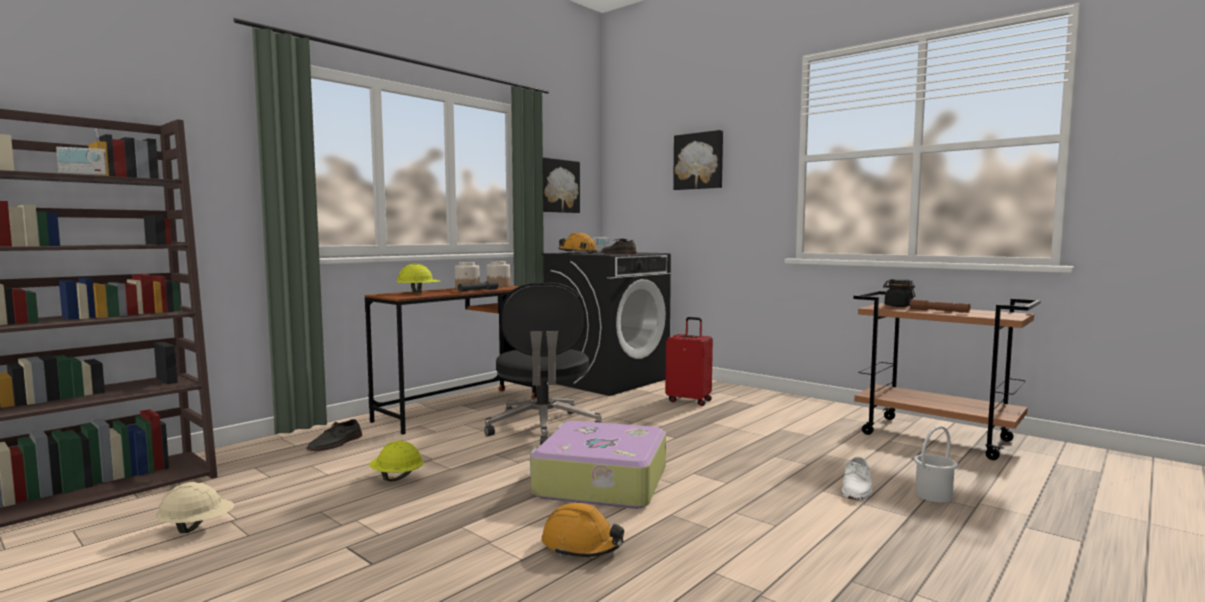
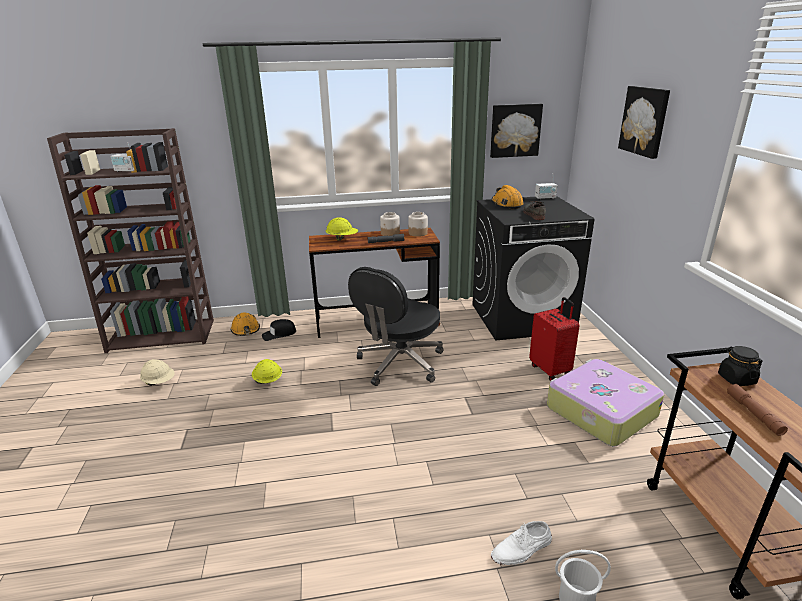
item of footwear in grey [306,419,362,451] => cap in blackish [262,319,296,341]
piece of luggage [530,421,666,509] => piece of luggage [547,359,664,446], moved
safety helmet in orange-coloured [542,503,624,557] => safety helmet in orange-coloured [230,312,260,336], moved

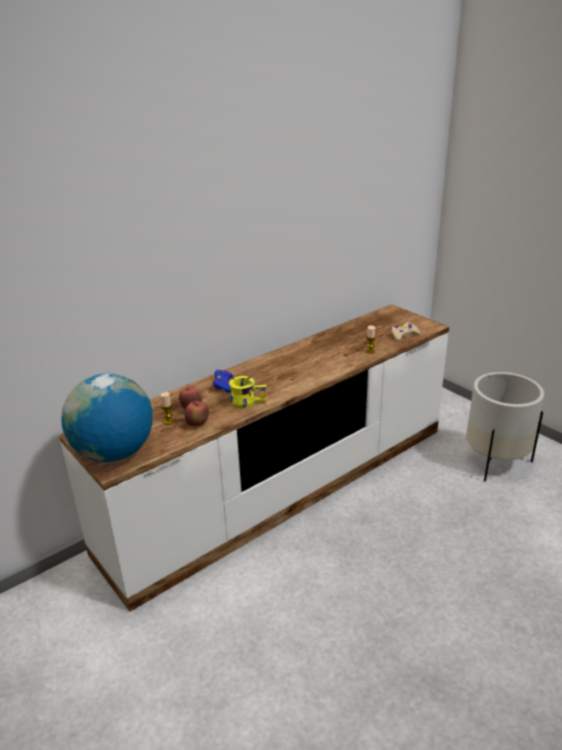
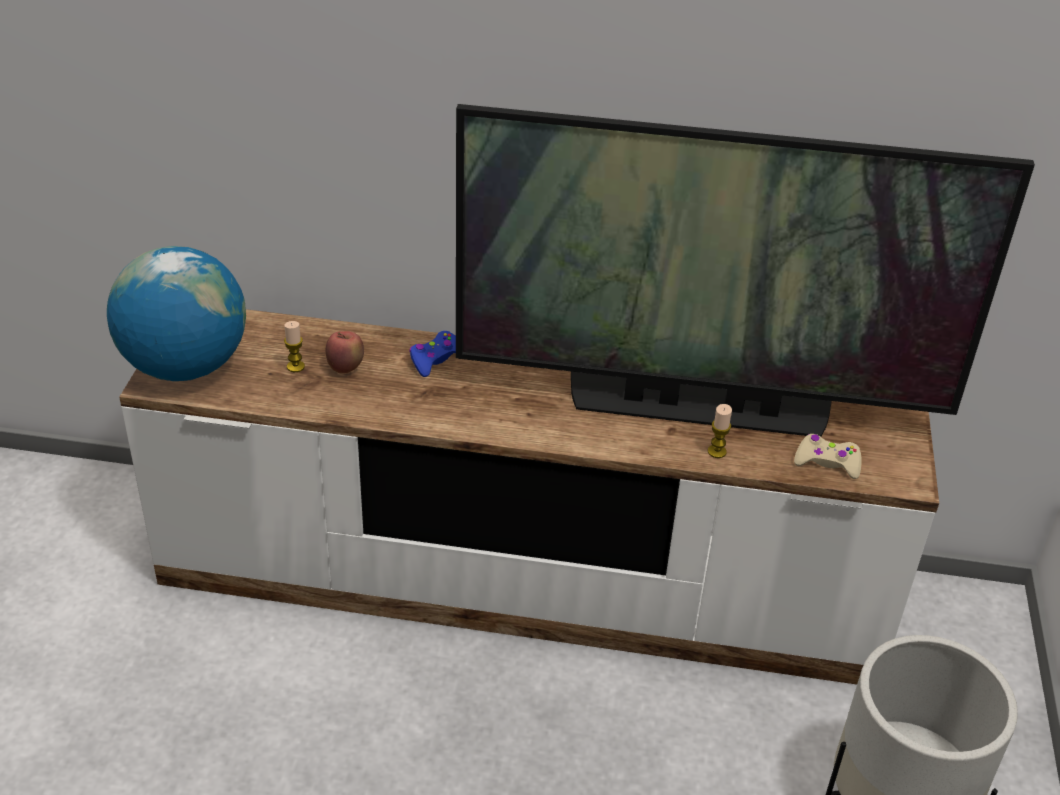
apple fruit [184,401,209,427] => nothing
tea mug in yellow [229,376,266,408] => nothing
nothing => TV set [456,104,1035,437]

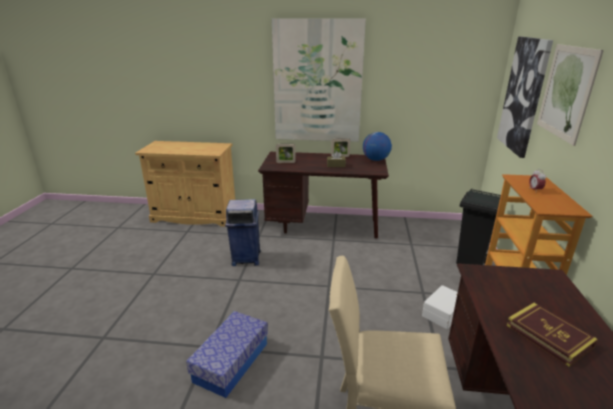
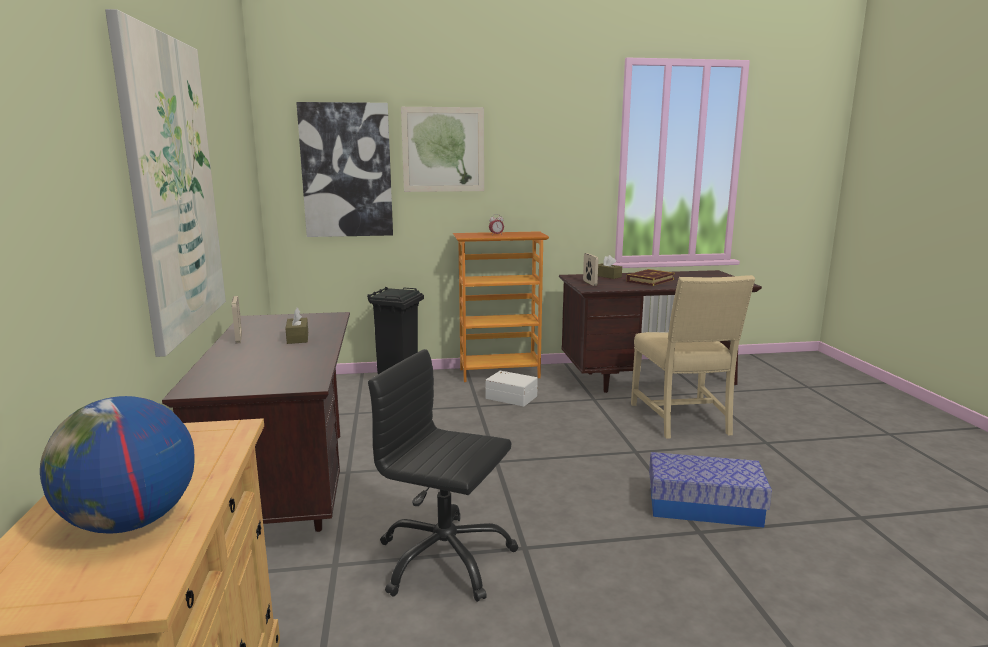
rubbish bin in blue-coloured [225,199,261,266] => office chair in blackish [368,349,518,602]
picture frame [276,144,296,163] => picture frame [583,253,598,286], moved
world globe [363,132,392,161] => world globe [40,396,194,533], moved
nothing => box of tissues in brownish [598,255,622,279]

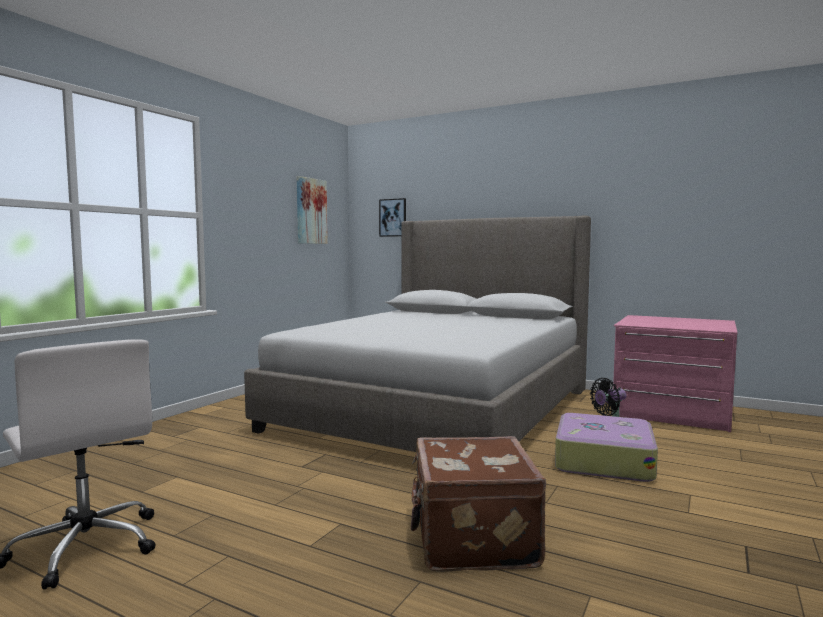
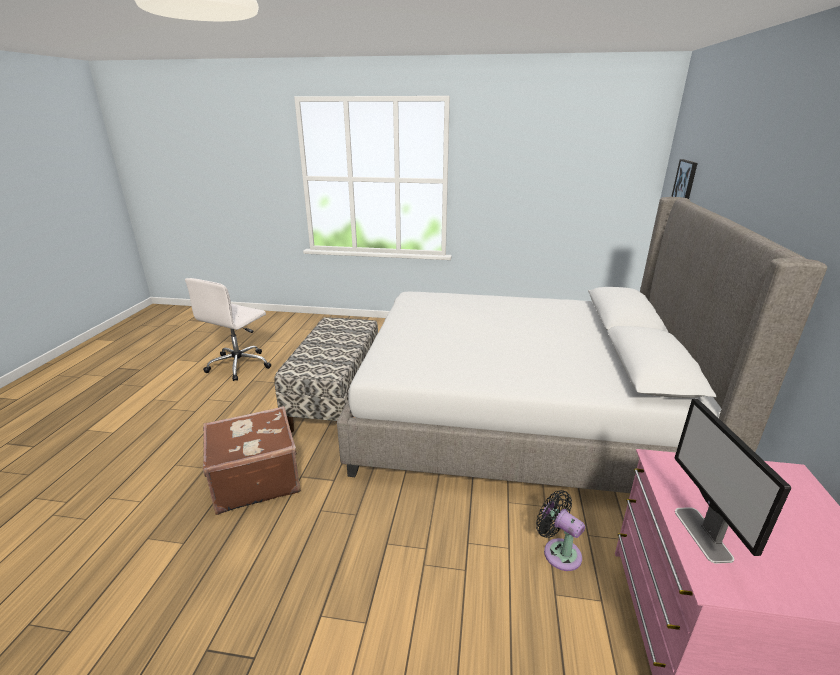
picture [297,176,328,244] => nothing
piece of luggage [555,413,658,482] => nothing
nothing => indoor bench [274,317,378,433]
nothing => monitor [675,399,791,564]

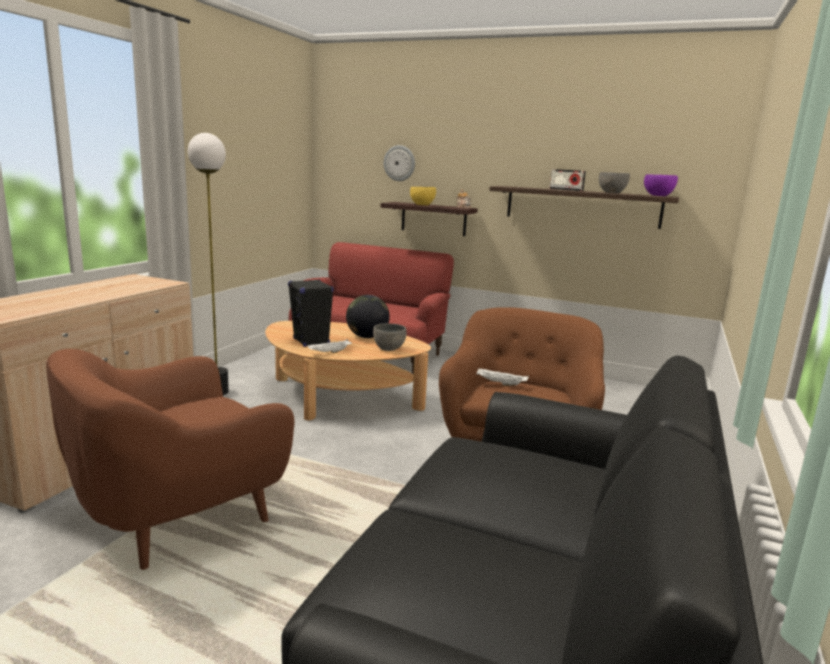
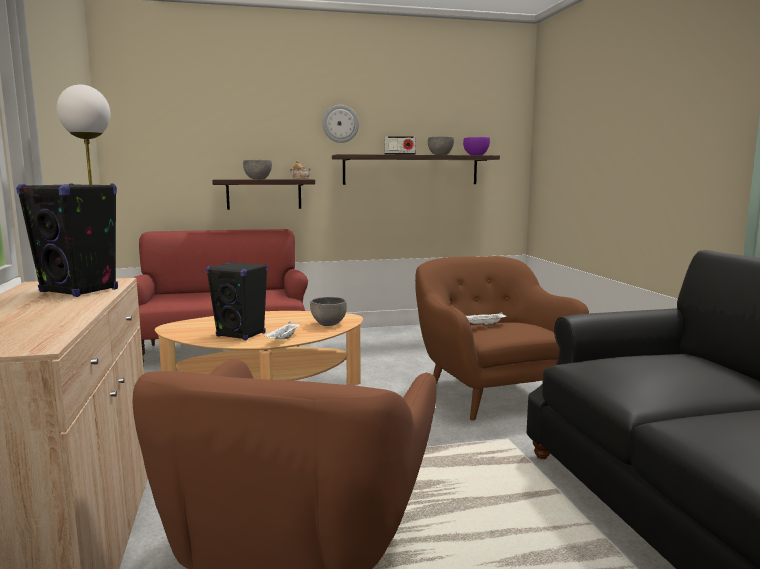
world globe [346,295,390,338] => nothing
wall clock [384,145,415,181] => wall clock [322,105,359,143], moved
deep dish in yellow [410,187,436,205] => deep dish in grey [243,160,272,179]
nothing => audio speaker in blackish [16,183,118,297]

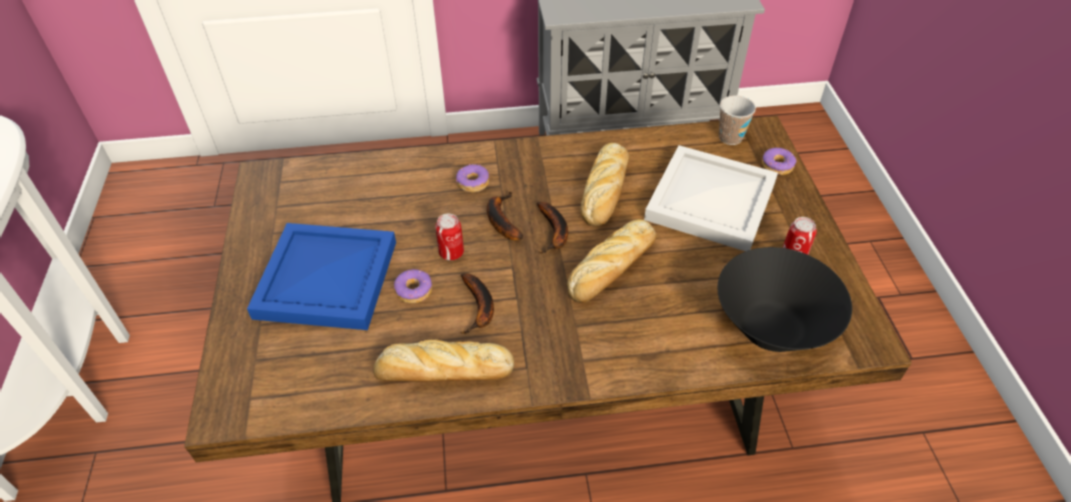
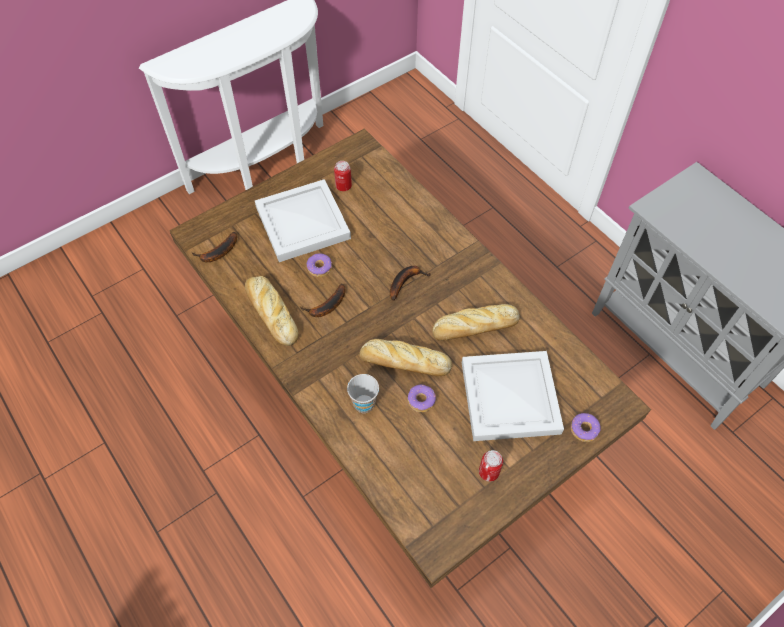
carrying tray in blue-coloured [247,223,396,330] => carrying tray in white [255,179,351,262]
sealed can [435,213,464,260] => sealed can [334,161,352,191], moved
doughnut [456,164,489,193] => doughnut [408,384,436,412], moved
whole banana [537,202,568,254] => whole banana [191,232,237,262], moved
deep dish in blackish [717,247,852,352] => nothing
drinking cup [719,95,756,145] => drinking cup [347,374,379,413], moved

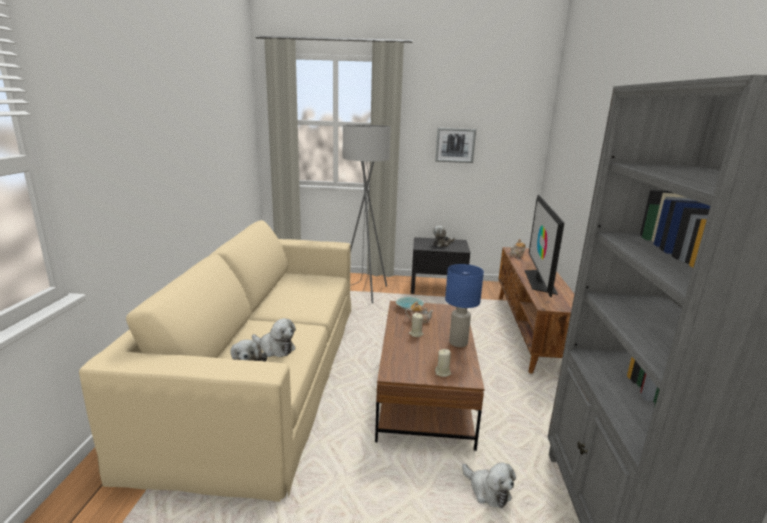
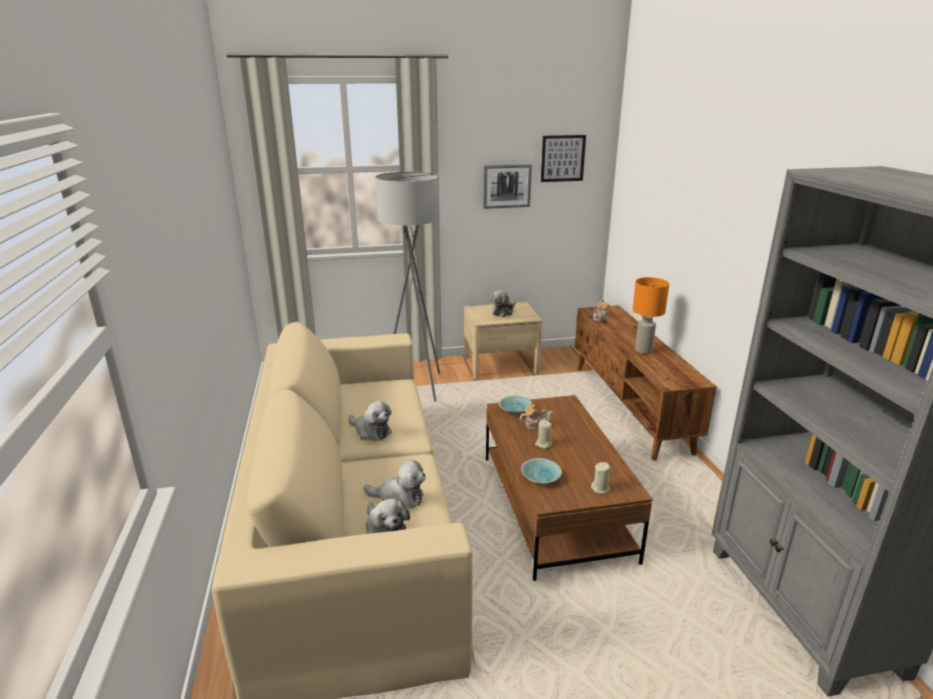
nightstand in blackish [411,237,470,294] => nightstand in beige [464,302,542,379]
lamp for a table in blue-coloured [445,264,484,347] => nothing
soft toy [462,462,516,508] => soft toy [348,401,392,441], moved
TV set [525,195,564,297] => lamp for a table in orange-coloured [632,277,669,354]
nothing => deep dish in turquoise-coloured [521,458,562,484]
nothing => picture [541,135,586,182]

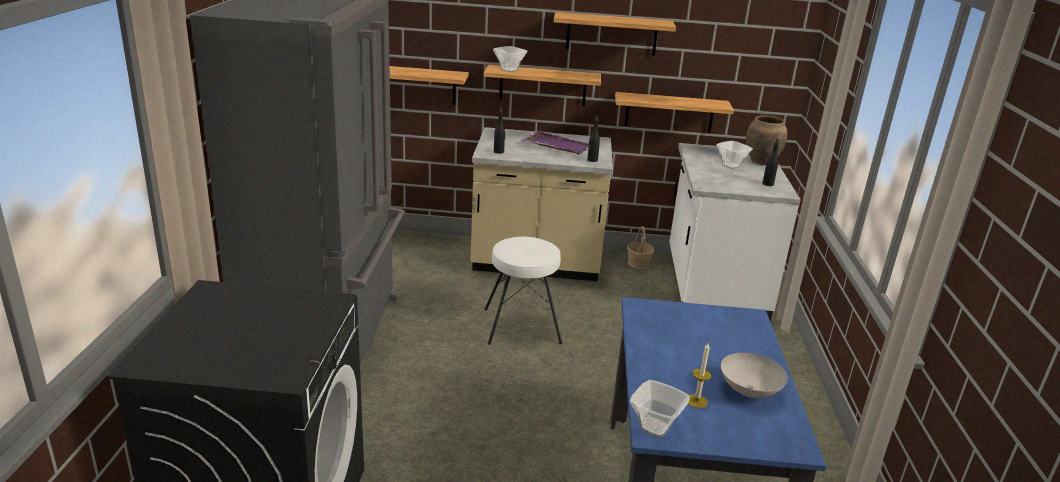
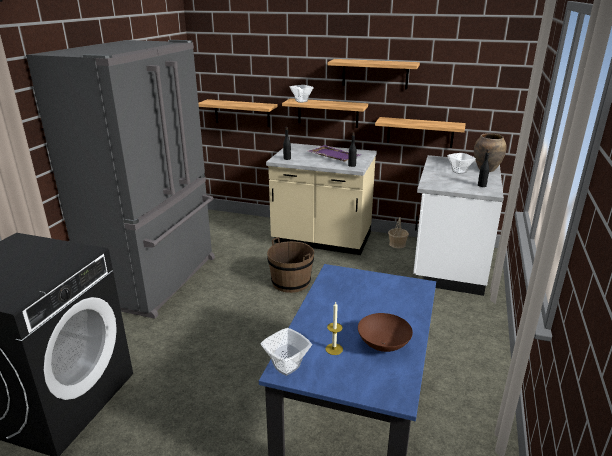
stool in white [484,236,563,345] => water bucket in brownish [267,237,314,293]
deep dish in white [721,353,788,398] => deep dish in brownish [358,313,413,352]

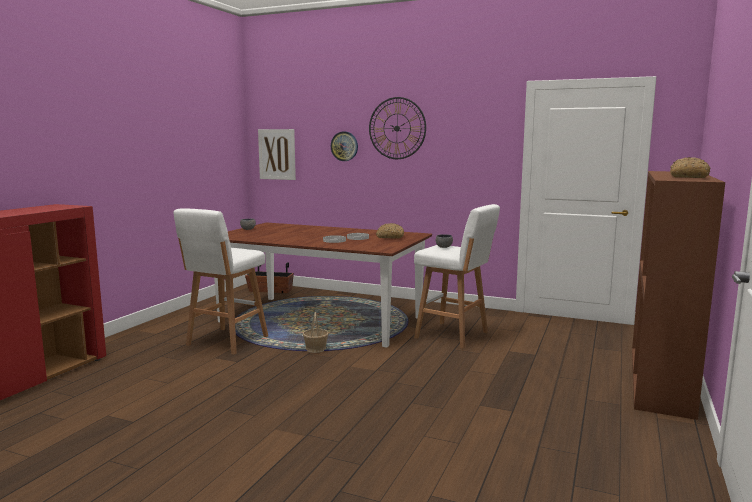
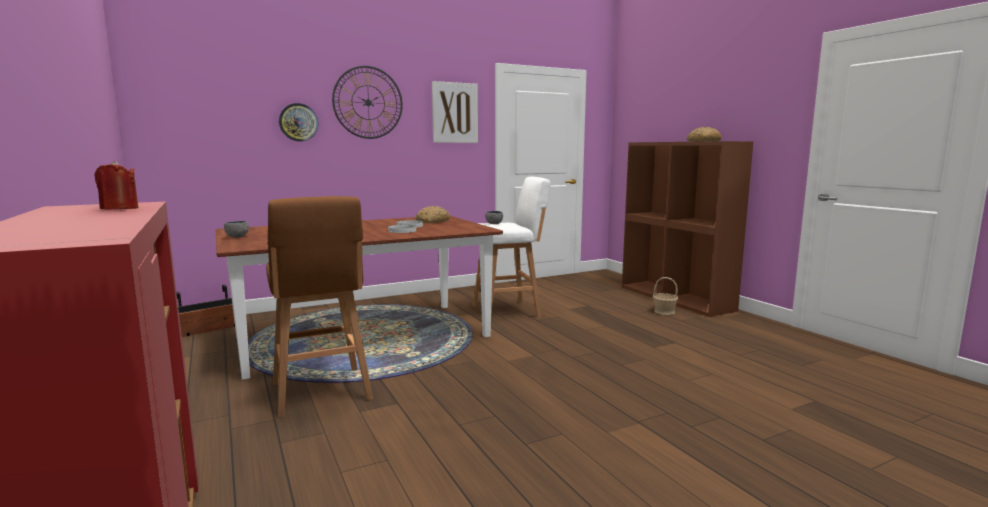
stool in white [174,208,268,355] => stool in brownish [266,196,373,418]
picture [258,129,296,180] => picture [432,81,478,143], moved
storage basket [303,312,329,353] => storage basket [653,277,678,315], moved
nothing => wax light in red [94,160,139,210]

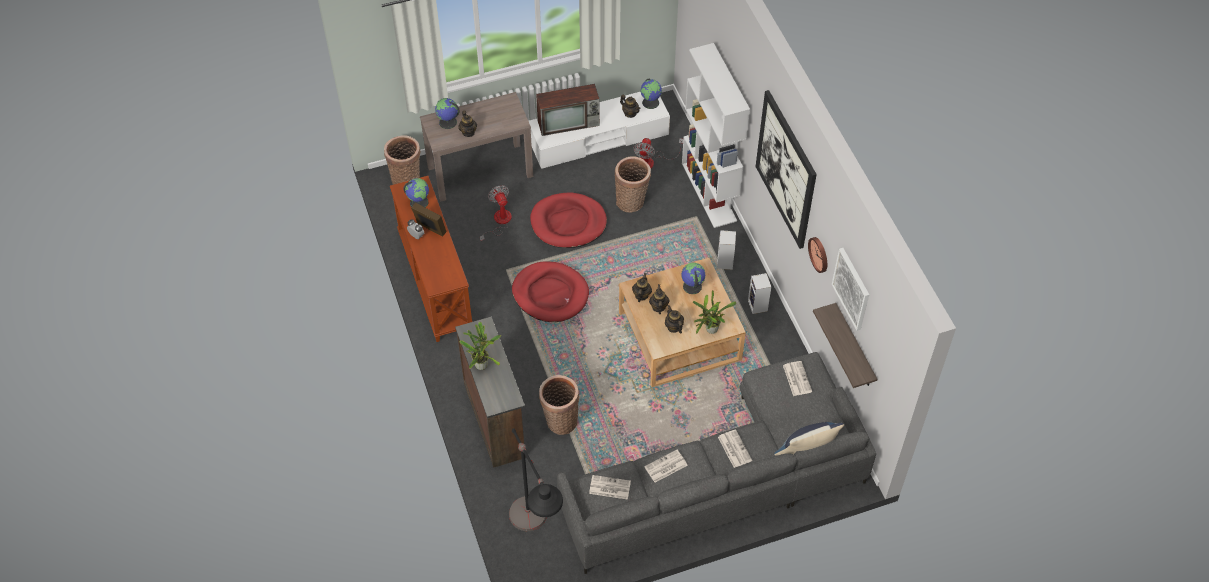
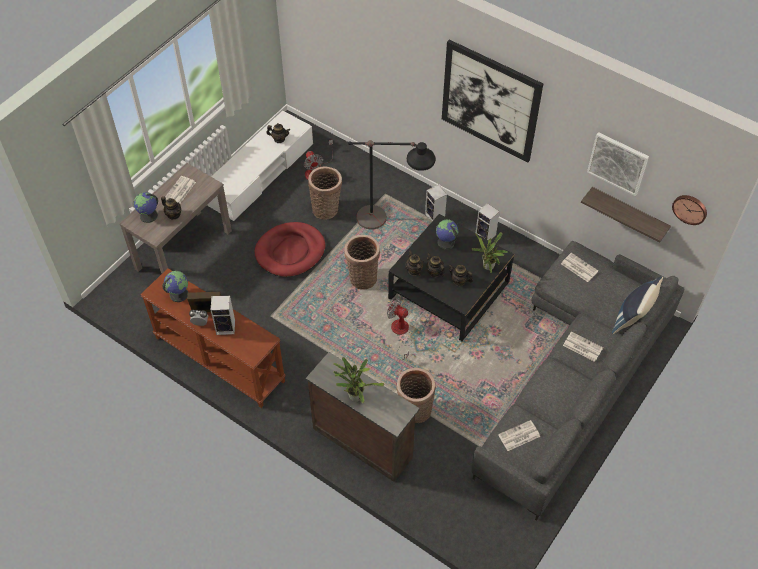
storage basket [384,135,420,185] => storage basket [344,235,380,290], moved
electric fan [480,185,512,243] => electric fan [387,298,412,360], moved
standing lamp in blackish [509,428,563,531] => standing lamp in blackish [348,140,435,230], moved
dog bed in red [512,261,589,322] => nothing
TV set [536,84,600,136] => nothing
low table in beige [619,258,746,387] => low table in blackish [388,214,514,341]
world globe [640,79,662,109] => nothing
newspaper [644,450,688,482] => newspaper [165,176,196,204], moved
shelving unit in white [682,43,750,228] => nothing
wall clock [808,237,827,273] => wall clock [672,195,707,225], moved
nothing => audio speaker [211,296,235,335]

